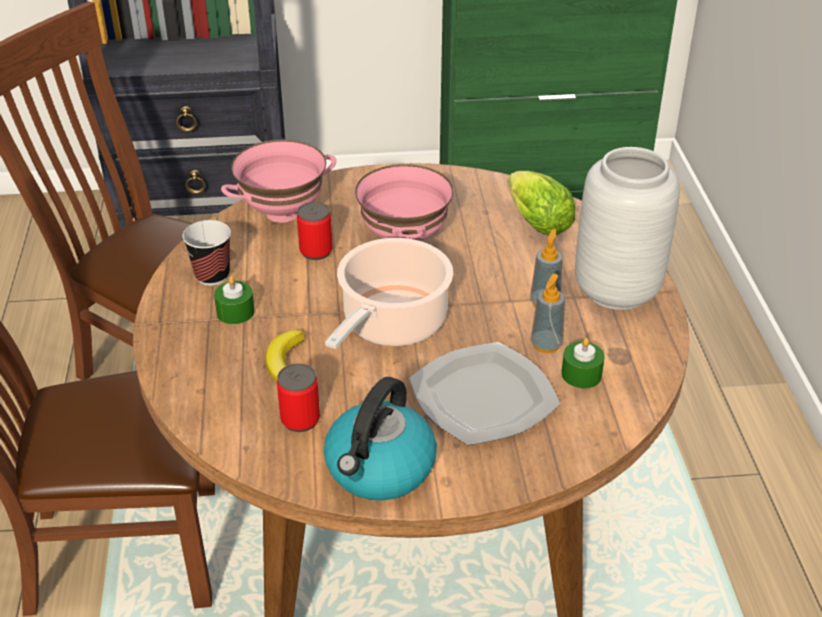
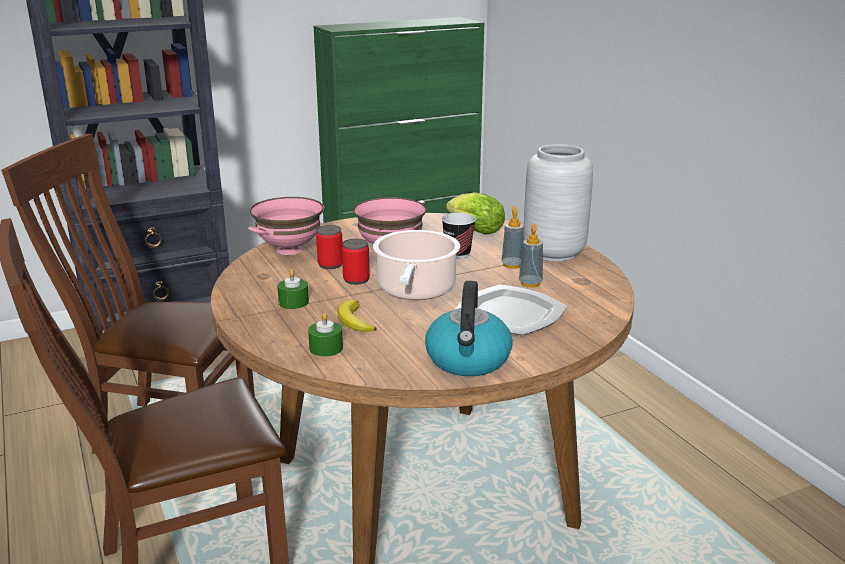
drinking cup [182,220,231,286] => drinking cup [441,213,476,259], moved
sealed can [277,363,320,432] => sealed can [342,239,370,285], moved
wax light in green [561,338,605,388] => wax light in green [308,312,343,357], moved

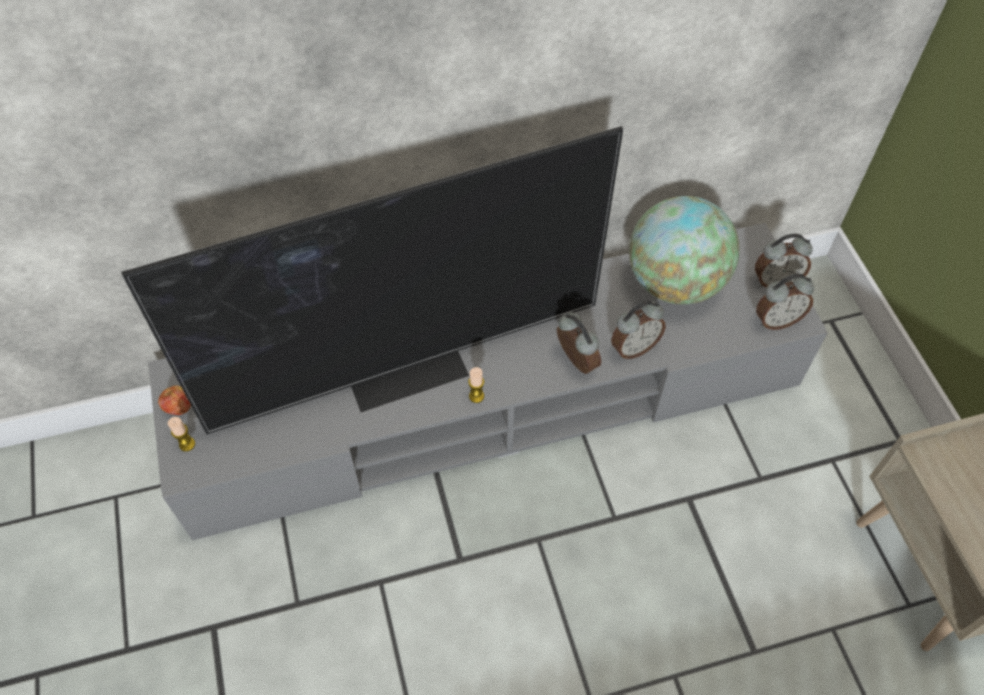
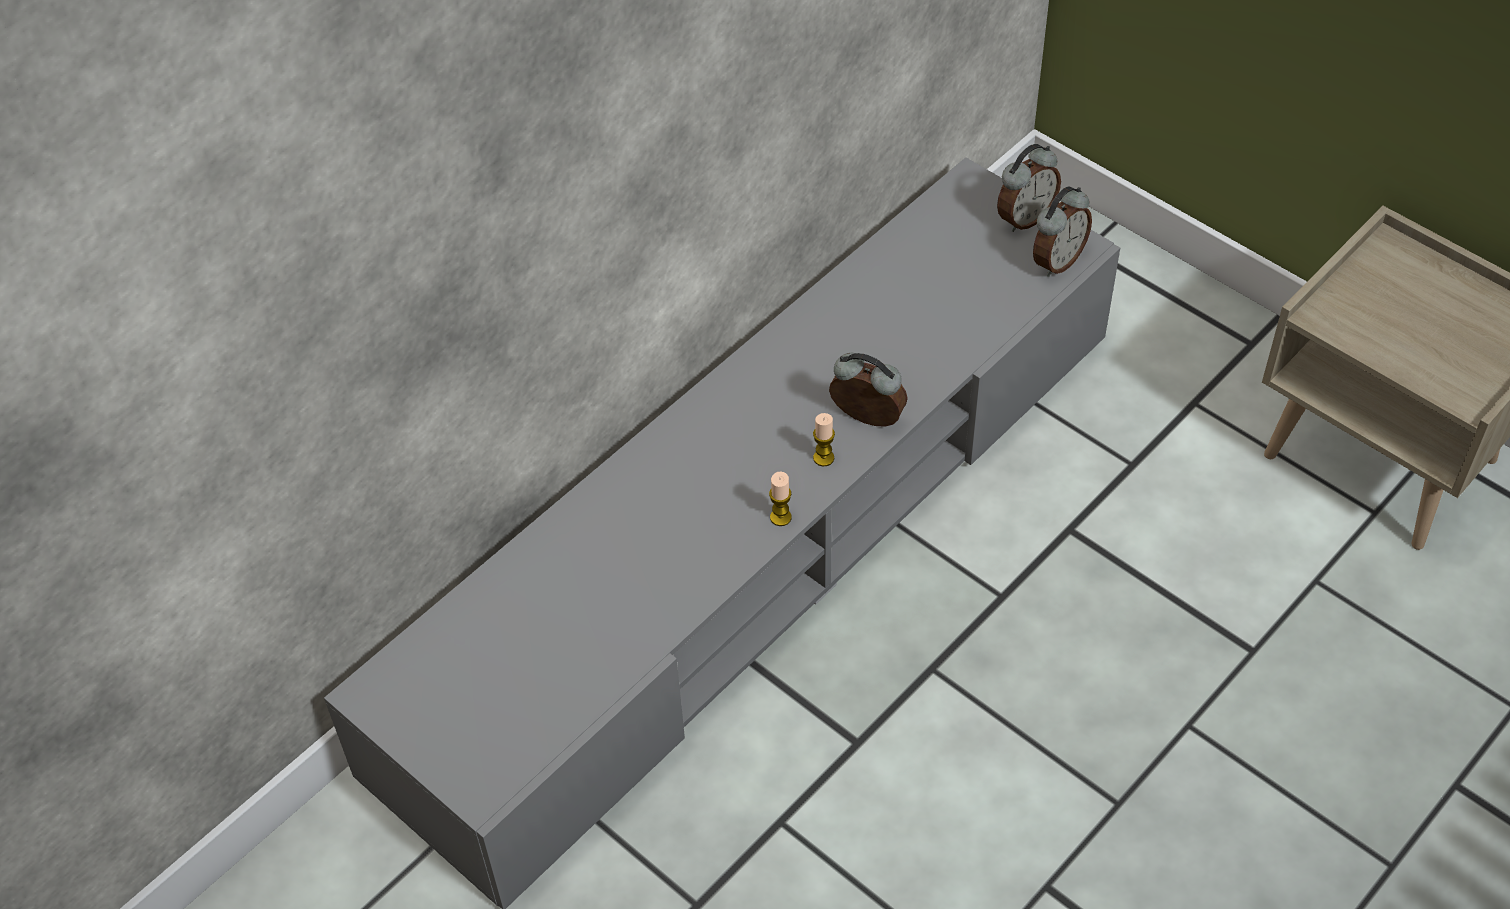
TV set [121,126,623,434] => nothing
apple fruit [158,386,191,415] => nothing
wax light [168,417,195,452] => wax light [813,413,835,466], moved
alarm clock [611,301,666,359] => nothing
world globe [629,196,740,305] => nothing

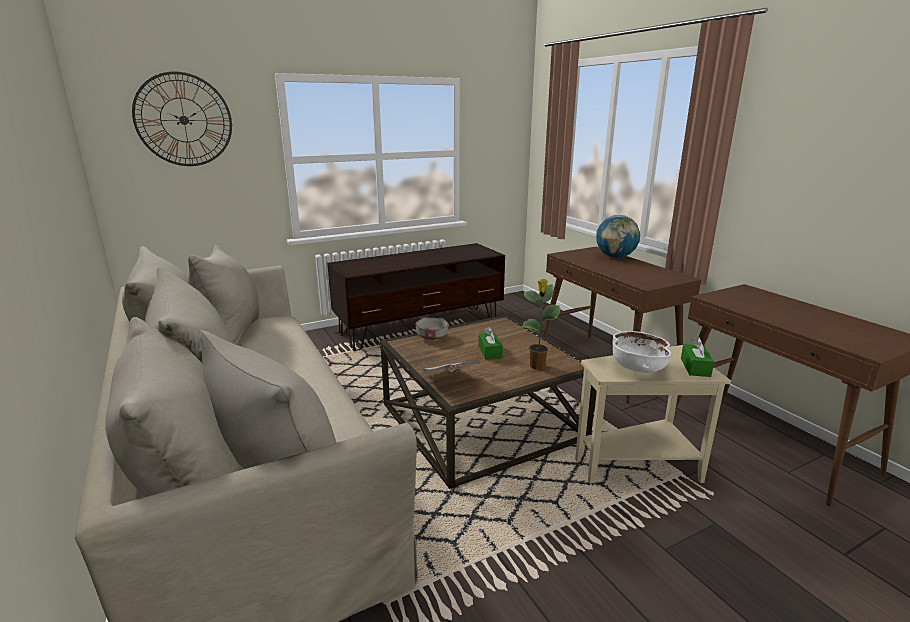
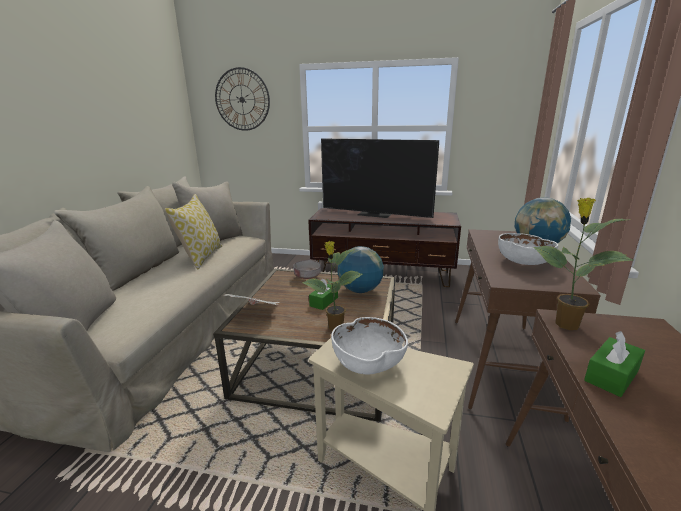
box of tissues in green [681,337,714,377] => box of tissues in green [584,331,645,397], moved
nothing => cushion [164,194,222,269]
nothing => TV set [321,138,439,218]
nothing => world globe [337,246,384,293]
nothing => deep dish in white [498,233,559,265]
nothing => potted plant [533,198,633,330]

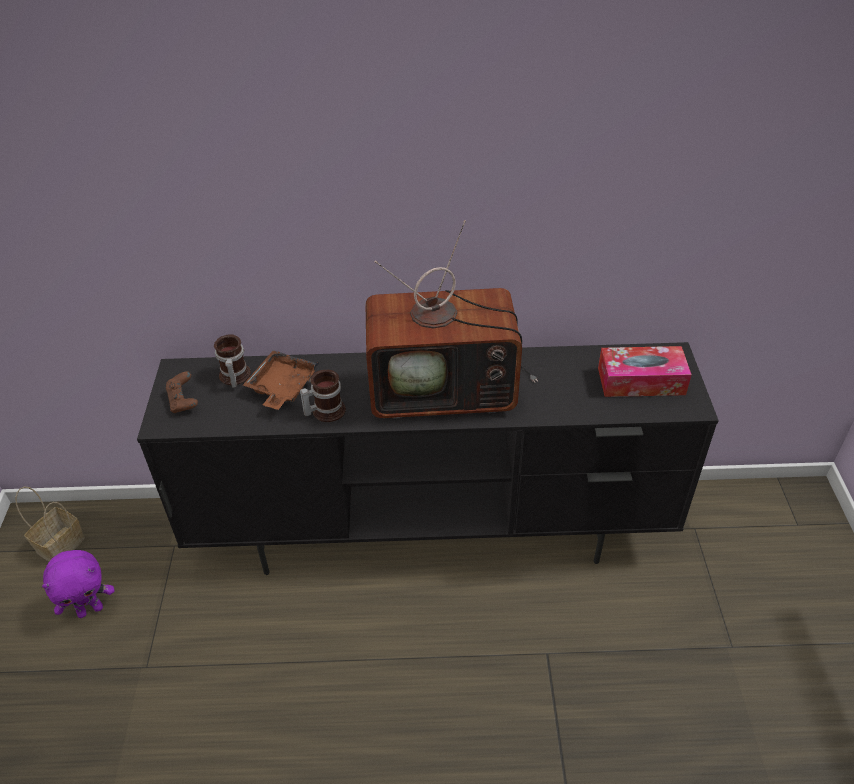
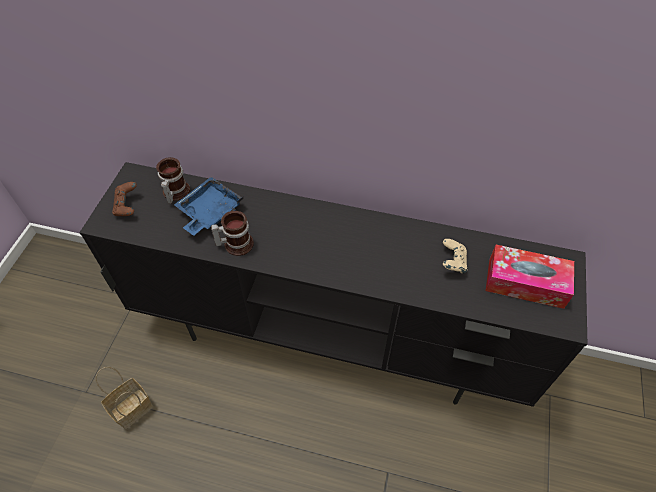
storage basket [15,486,85,561] => storage basket [96,367,153,429], moved
soft toy in purple-coloured [42,550,115,618] => nothing
carrying tray in brownish [243,350,319,410] => carrying tray in blue-coloured [174,177,244,236]
TV set [365,220,538,419] => nothing
nothing => gamepad in beige [443,239,467,273]

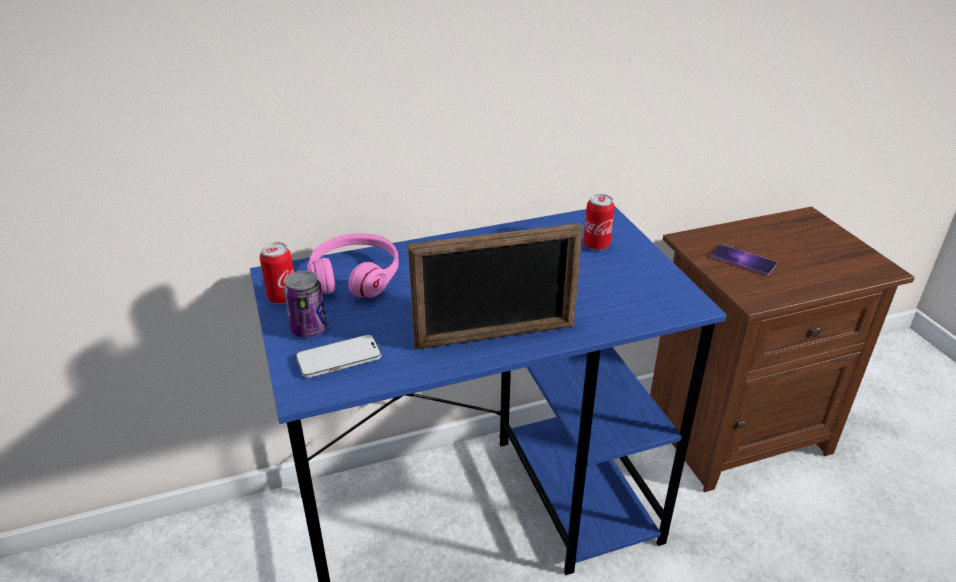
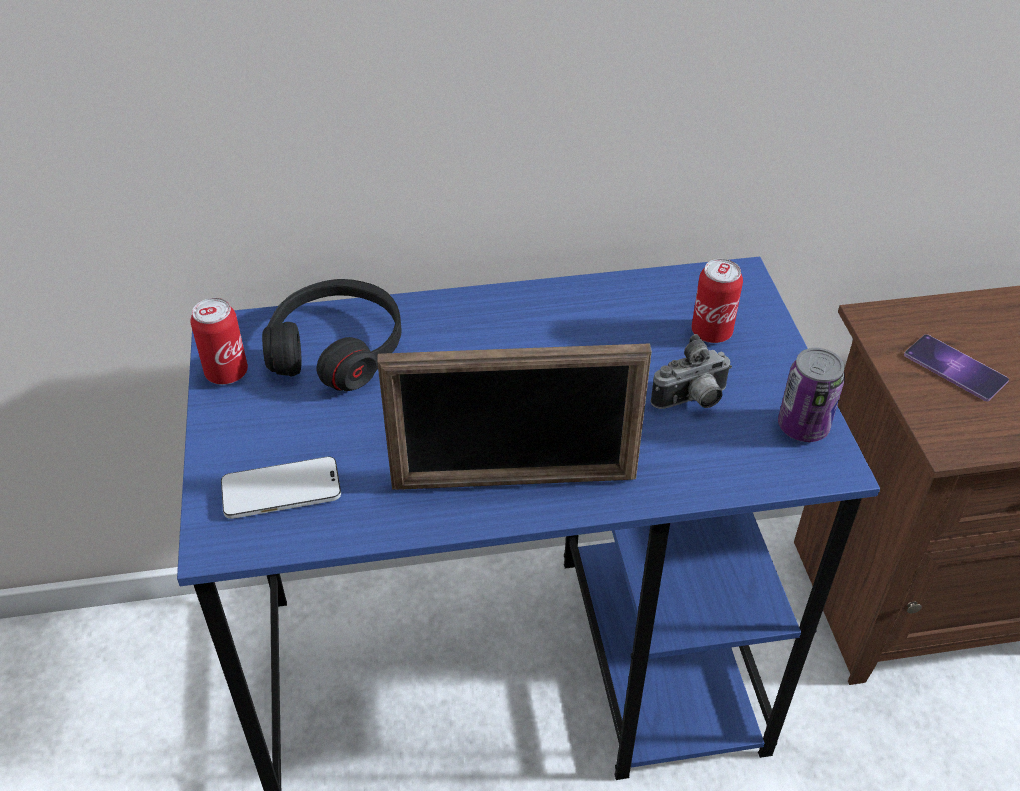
sealed can [284,271,327,338] => sealed can [778,348,845,442], moved
headphones in pinkish [307,233,399,298] => headphones in blackish [262,279,402,391]
nothing => photo camera [651,334,732,409]

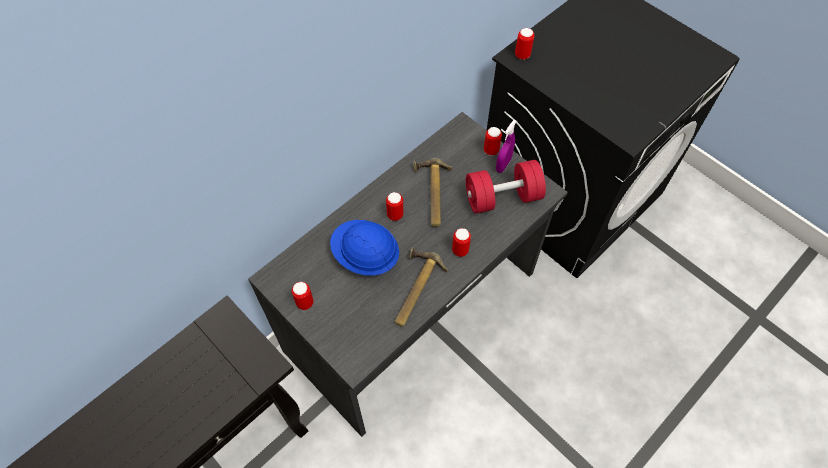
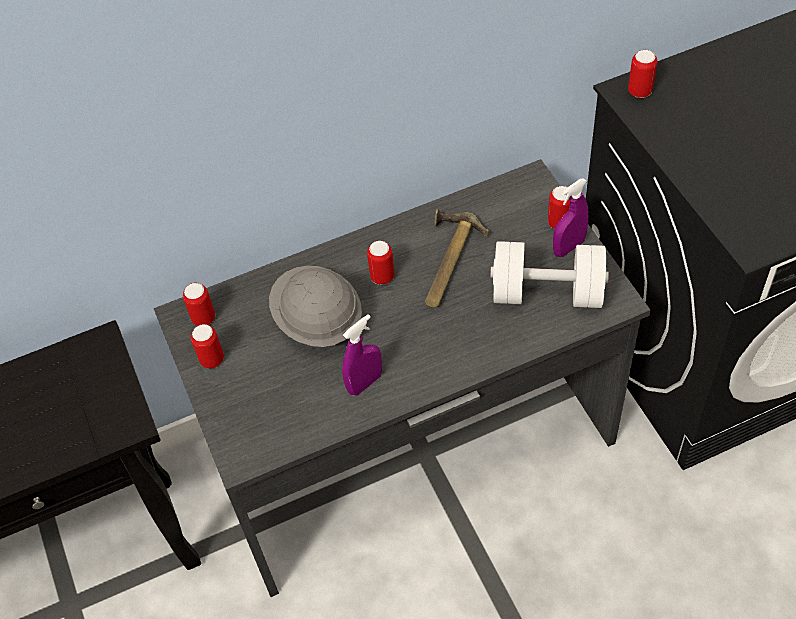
safety helmet in blue-coloured [330,220,399,276] => safety helmet in grey [269,266,362,347]
tool hammer [394,247,448,327] => spray bottle in purple-coloured [342,314,382,396]
sealed can [452,228,471,257] => sealed can [183,283,215,326], moved
free weight in red [466,160,546,214] => free weight in white [490,241,609,308]

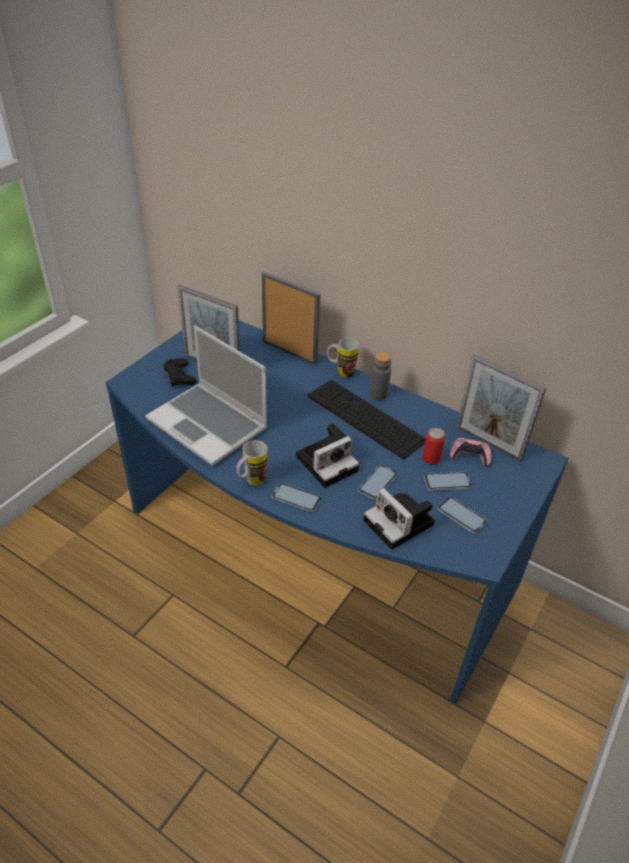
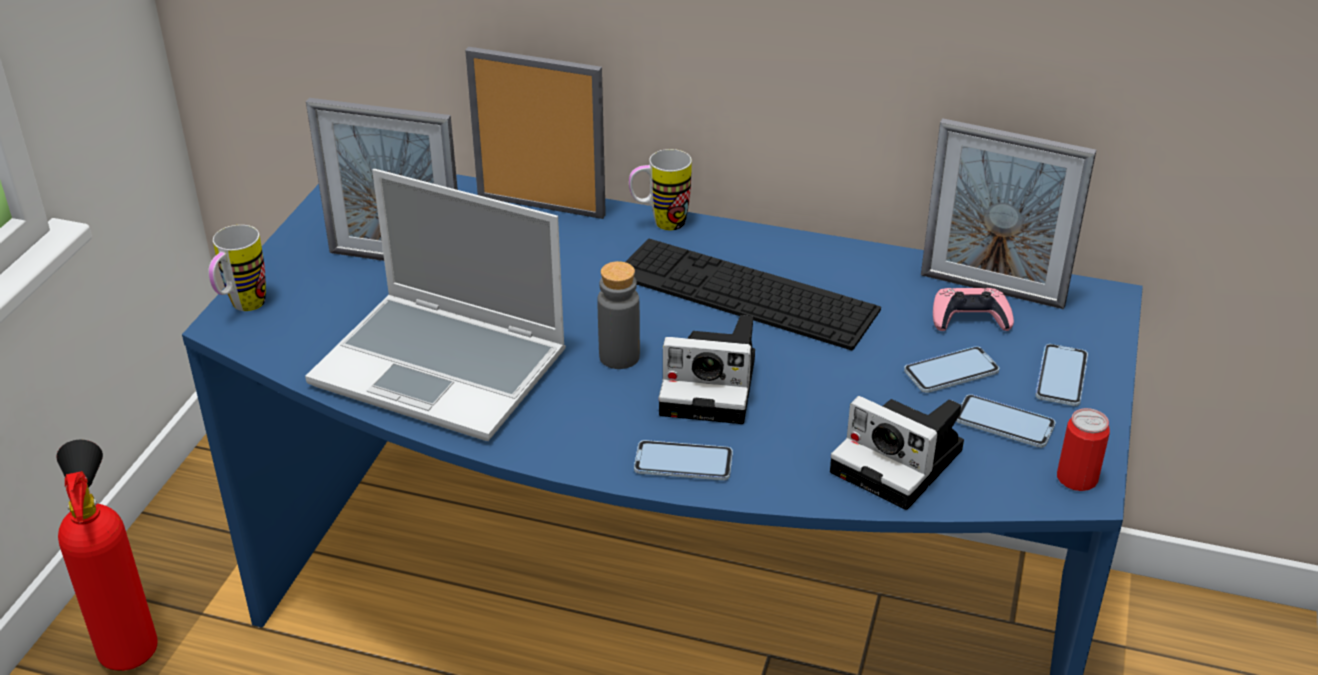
gamepad in blackish [163,358,196,386] => nothing
tea mug [236,440,268,485] => tea mug [208,225,266,311], moved
photo camera [296,423,359,488] => photo camera [658,315,755,424], 60 degrees clockwise
phone [358,464,398,500] => phone [1035,344,1088,406], moved
beverage bottle in grey [370,352,391,400] => beverage bottle in grey [597,261,640,369], moved
sealed can [423,428,445,464] => sealed can [1057,408,1110,491], moved
nothing => fire extinguisher [56,440,158,671]

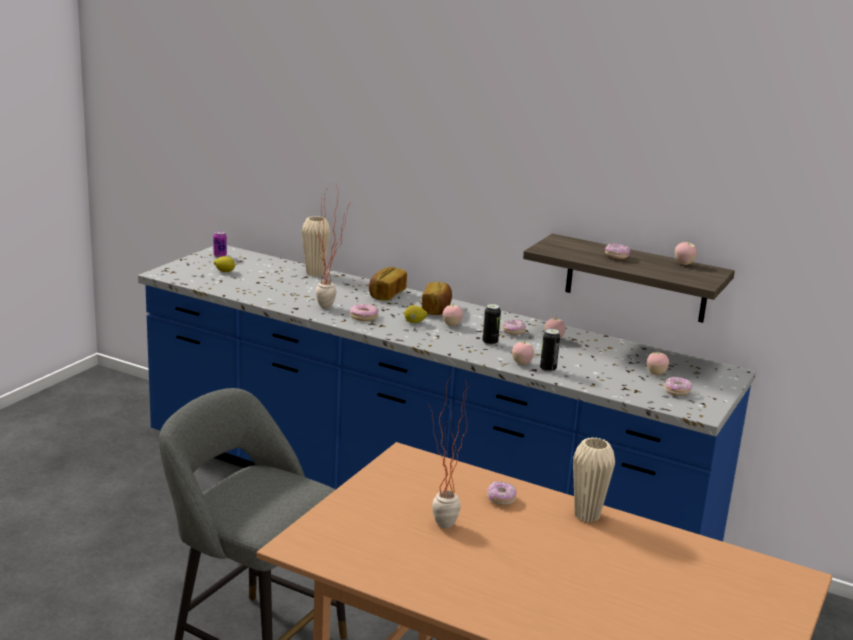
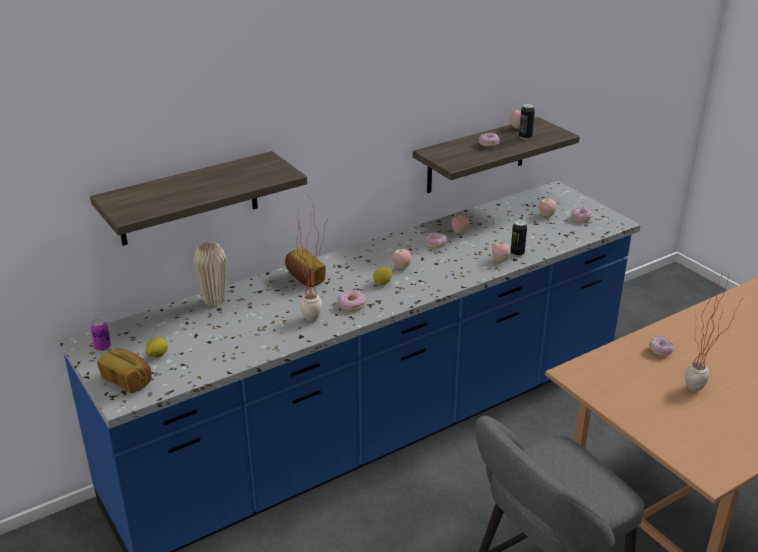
bakery bread [422,282,452,315] => bakery bread [97,348,152,393], moved
sealed can [482,304,501,346] => sealed can [519,104,535,140], moved
flower vase in beige [573,437,615,522] => nothing
nothing => wall shelf [90,151,307,246]

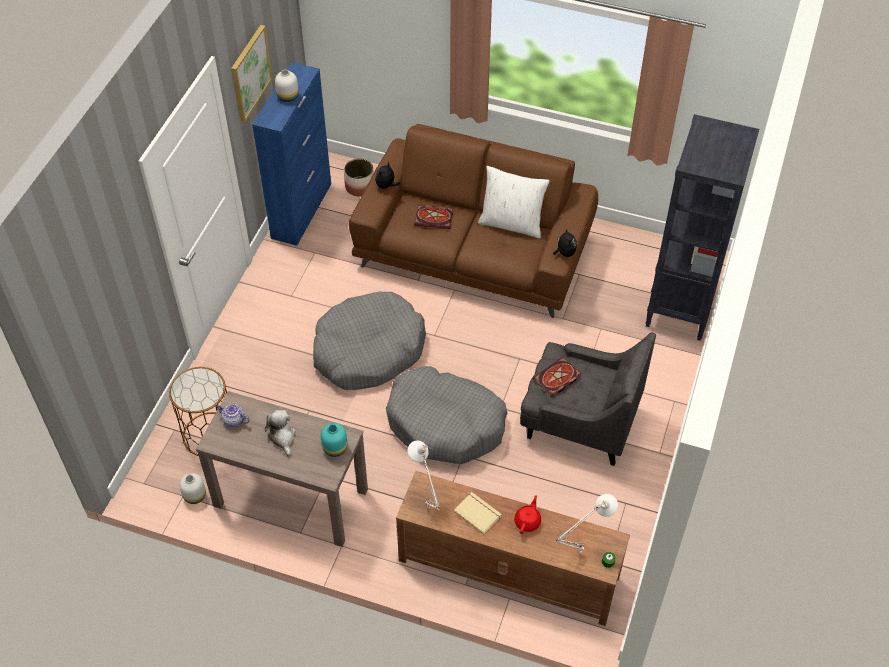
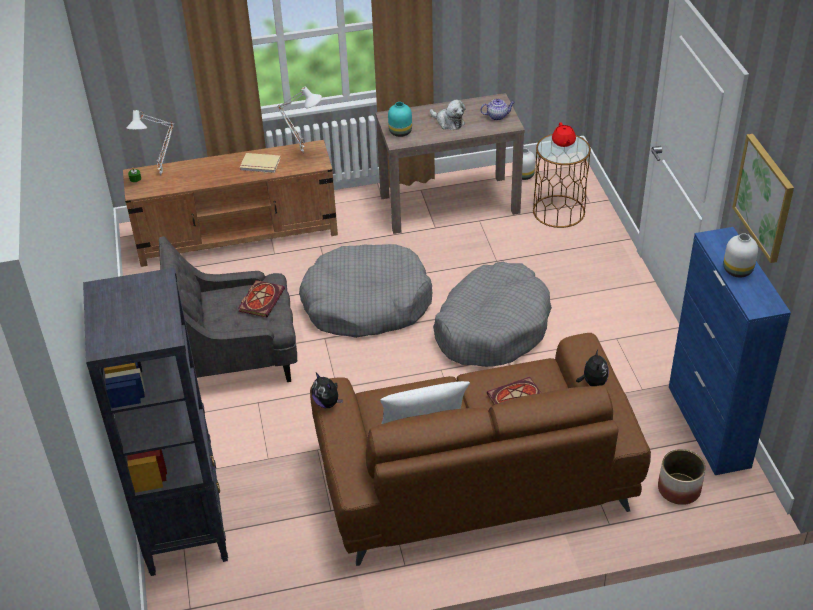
tea pot in red [514,495,541,534] => tea pot in red [552,122,576,147], moved

